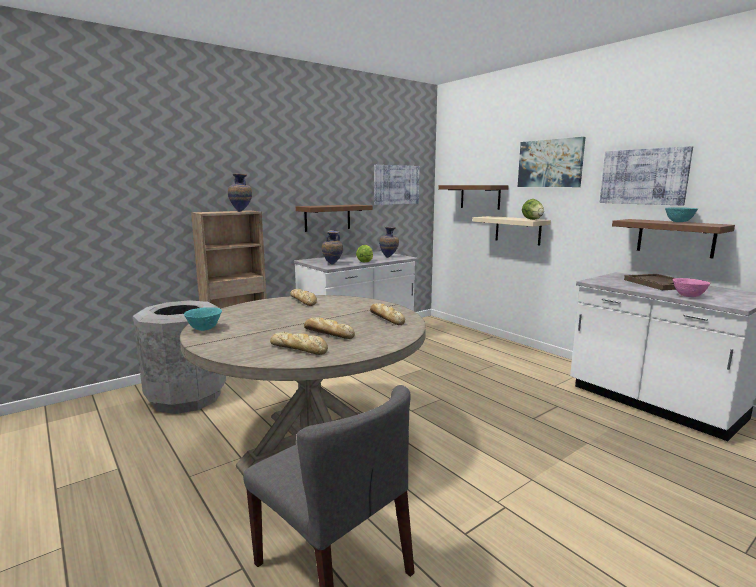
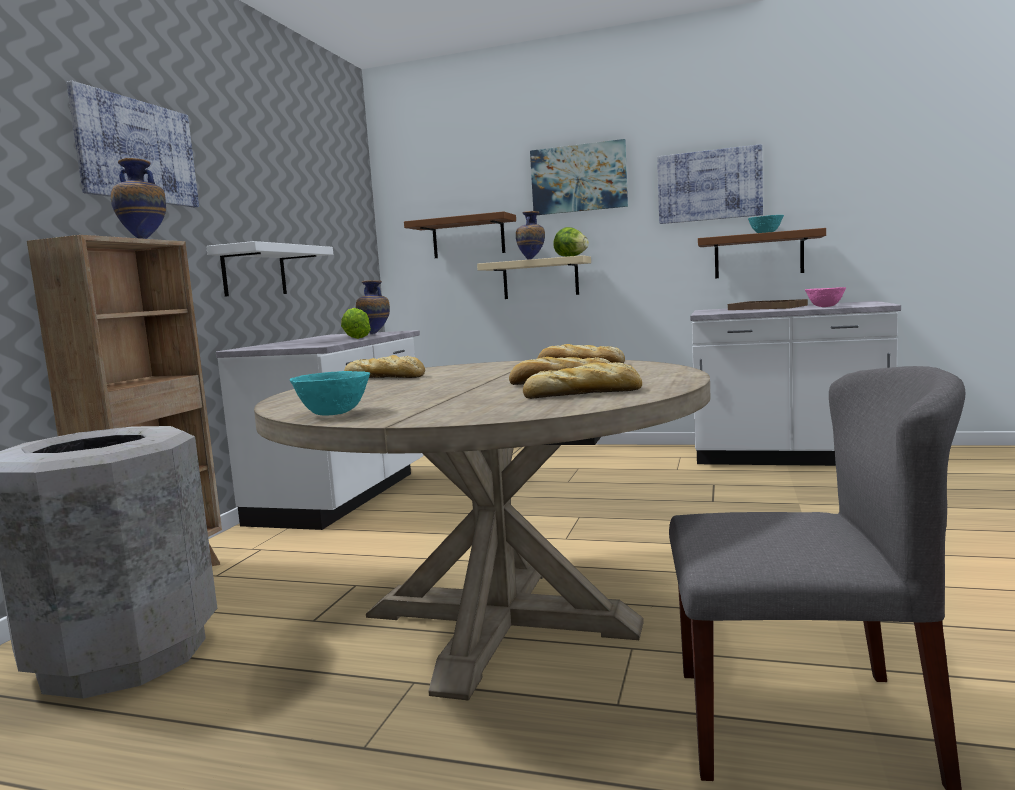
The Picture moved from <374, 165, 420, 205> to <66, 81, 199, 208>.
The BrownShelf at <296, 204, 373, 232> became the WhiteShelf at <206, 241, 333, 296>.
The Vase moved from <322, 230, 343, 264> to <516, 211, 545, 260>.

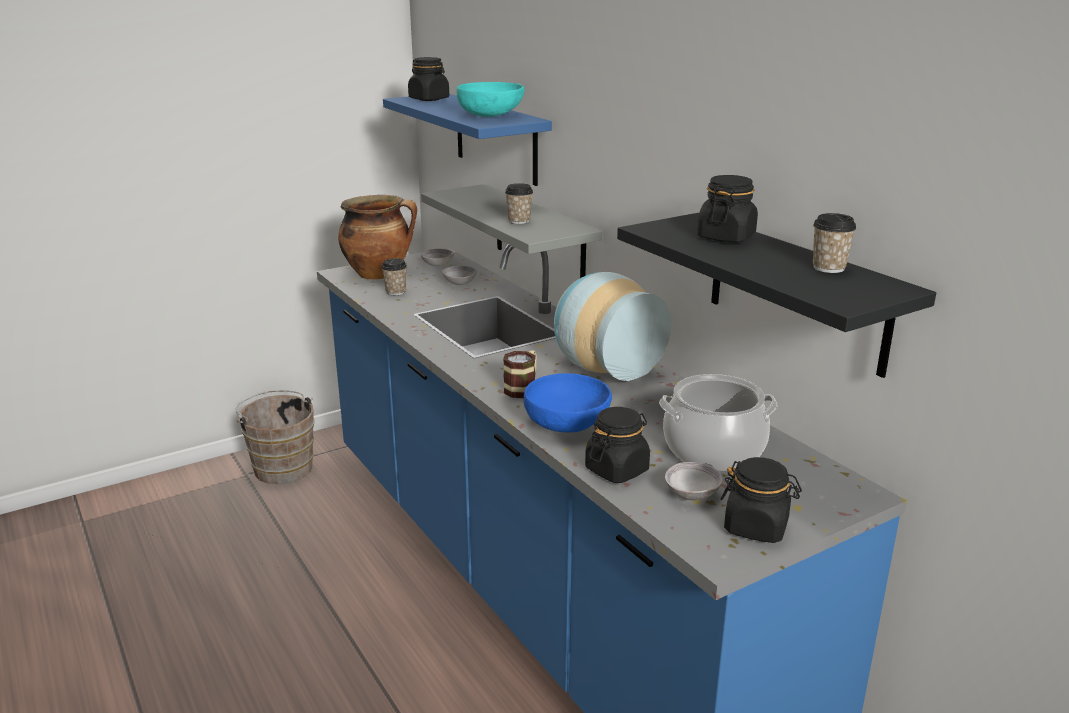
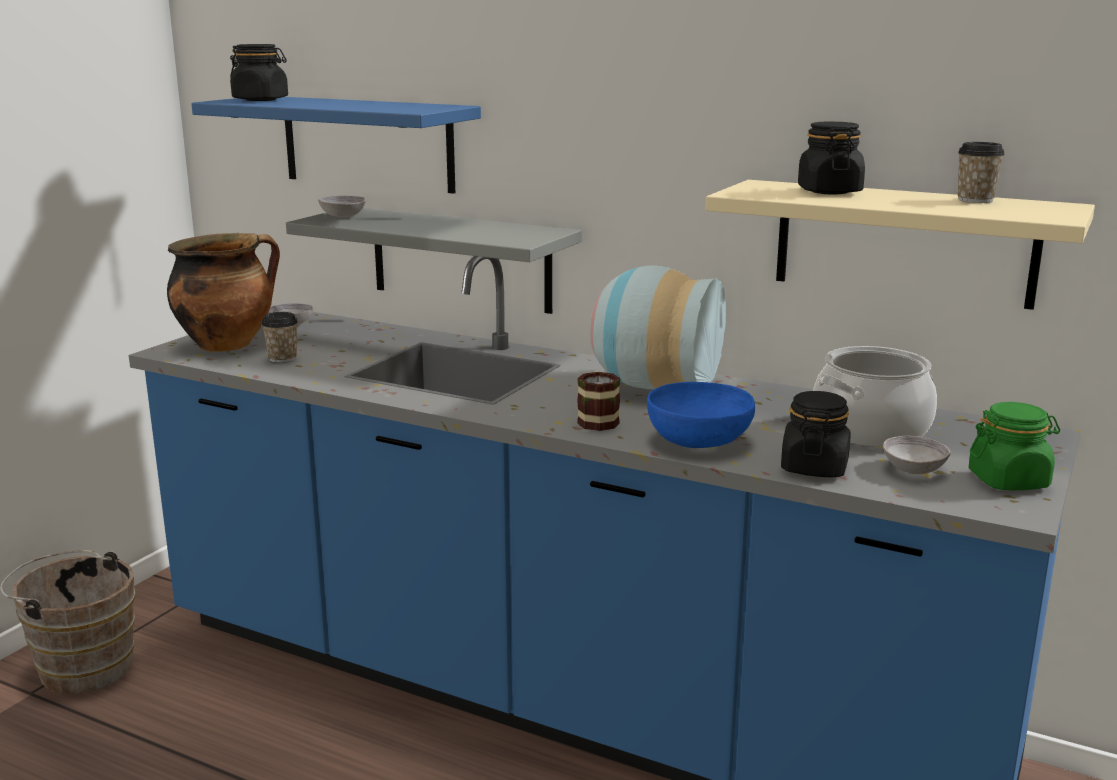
The GreyBowl moved from <442, 266, 477, 285> to <318, 196, 366, 217>.
The BlackShelf at <617, 213, 936, 378> became the BeigeShelf at <706, 180, 1095, 310>.
The BlackJar at <720, 457, 802, 543> became the GreenJar at <969, 402, 1060, 490>.
The TurquoiseBowl at <456, 82, 525, 117> disappeared.
The Cup at <505, 183, 533, 224> disappeared.

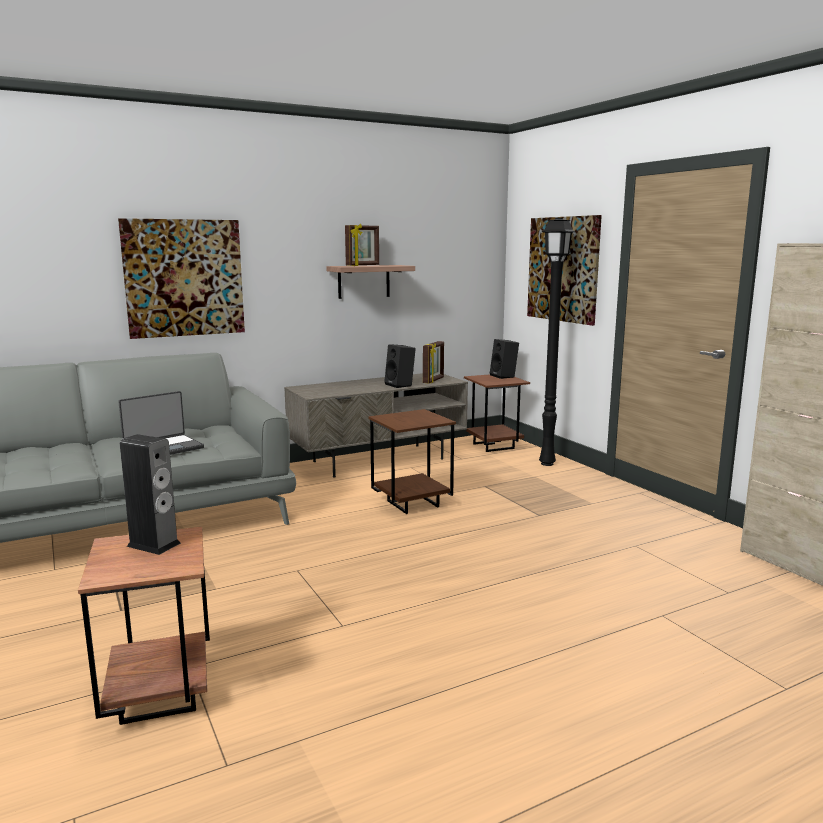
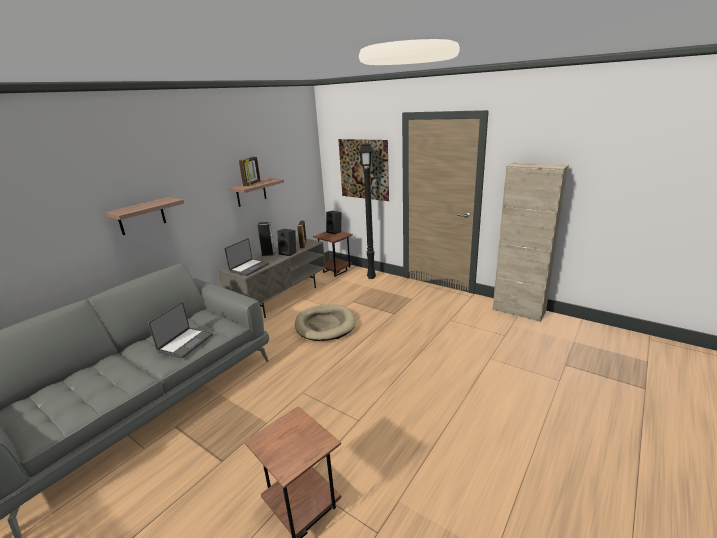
The Picture at <118, 218, 245, 339> was replaced by the Shelf at <105, 197, 184, 235>.
The Laptop at <225, 238, 269, 276> appeared.
The Speaker moved from <120, 434, 181, 555> to <257, 222, 275, 256>.
The BrownSideTable at <368, 409, 456, 514> was replaced by the BeigeDogBed at <295, 304, 356, 341>.

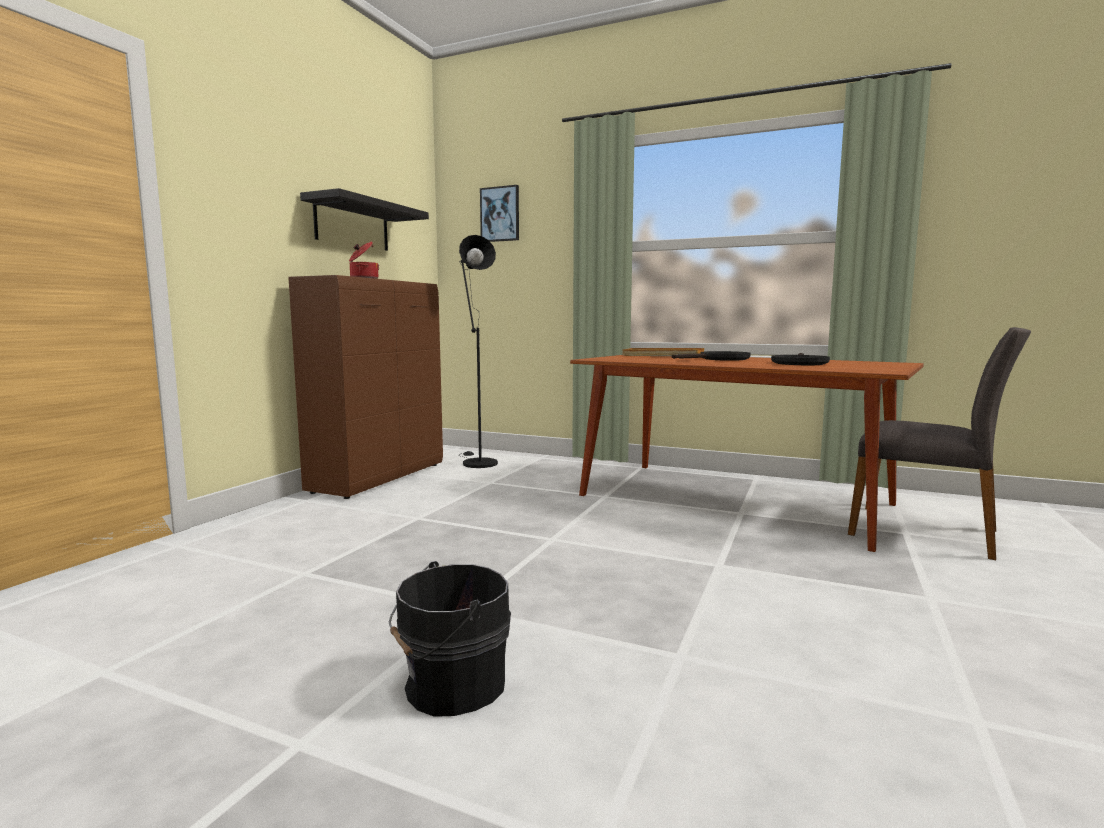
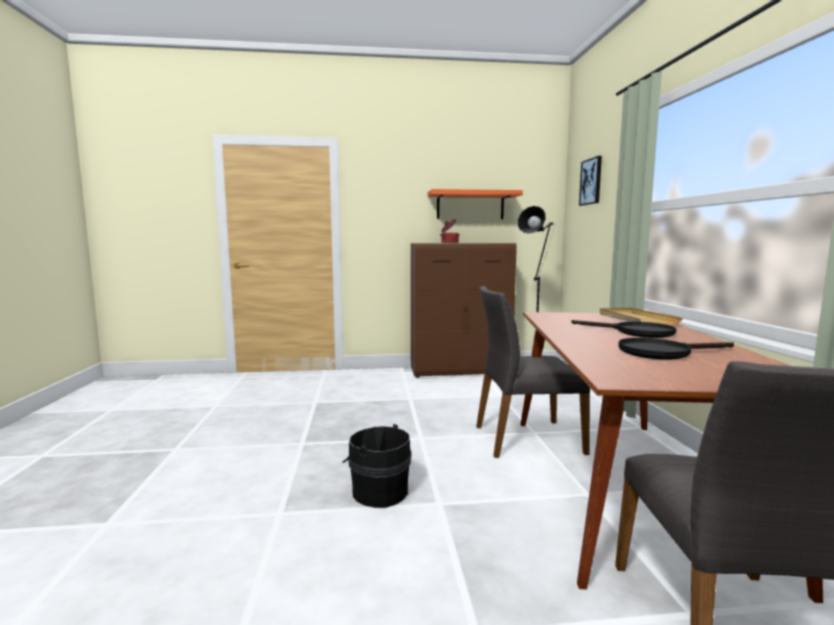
The BlackBucket moved from <389, 561, 511, 717> to <342, 424, 411, 508>.
The BlackShelf at <300, 188, 429, 251> became the OrangeShelf at <428, 189, 523, 219>.
The GreyChair at <476, 286, 590, 458> appeared.

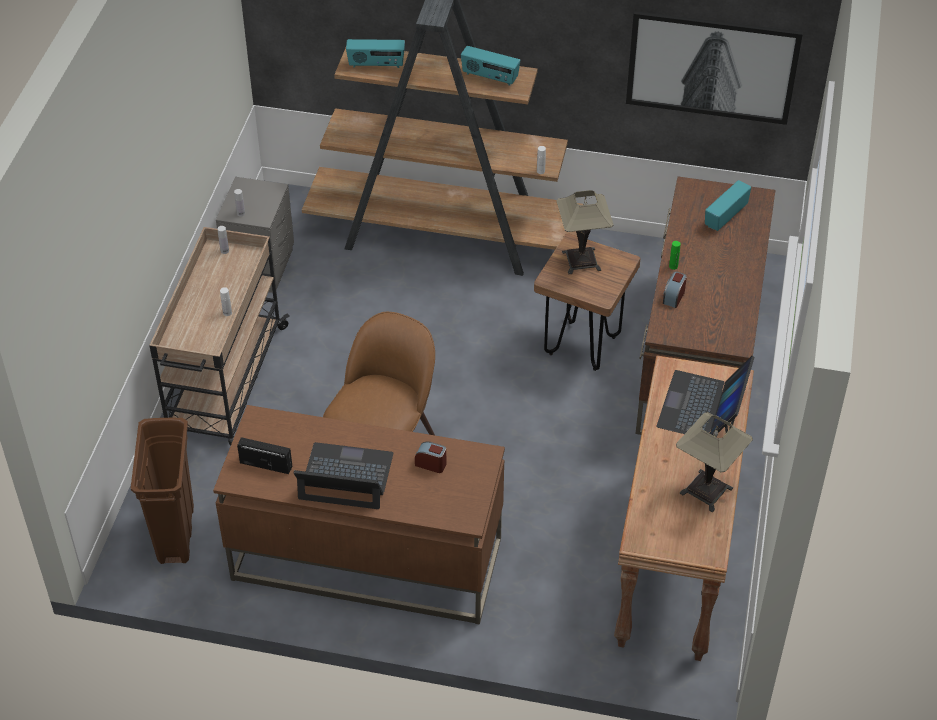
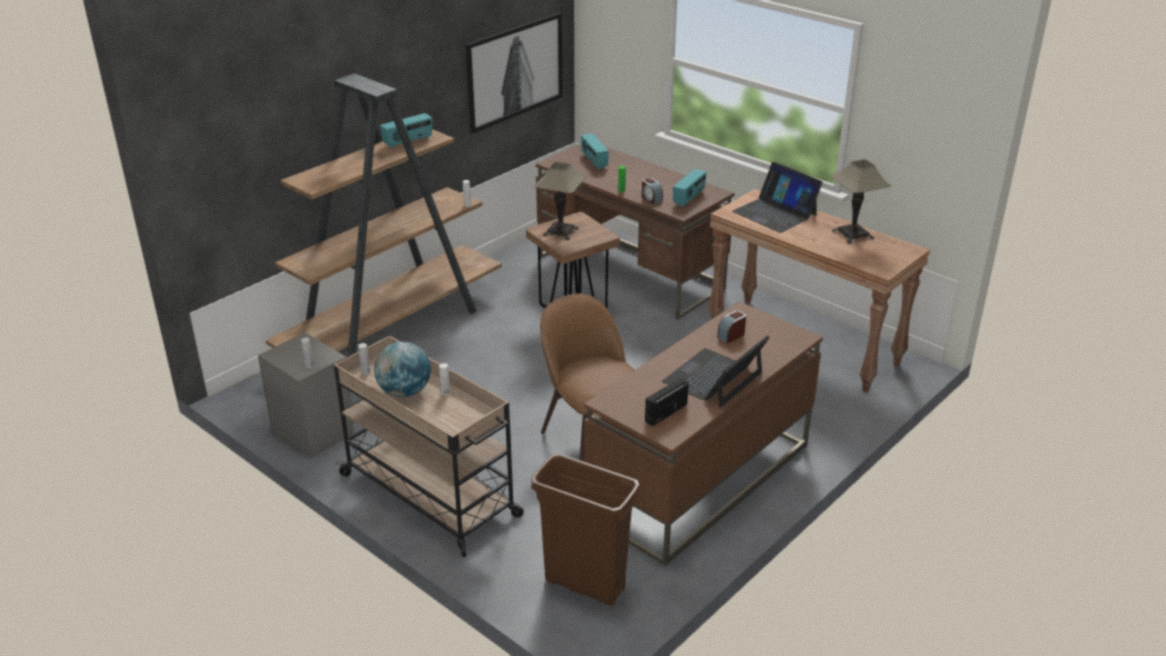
The Globe at <374, 342, 431, 398> appeared.
The Radio moved from <346, 39, 405, 68> to <673, 169, 707, 207>.

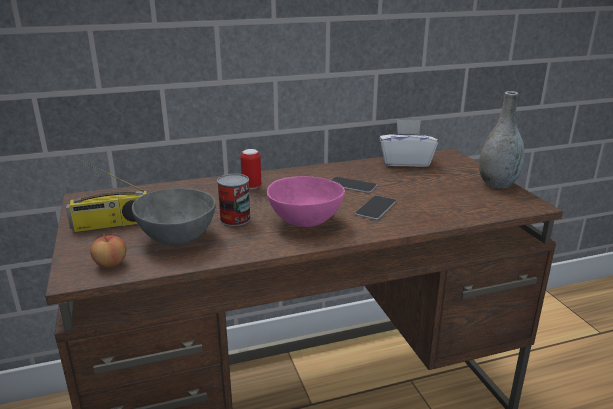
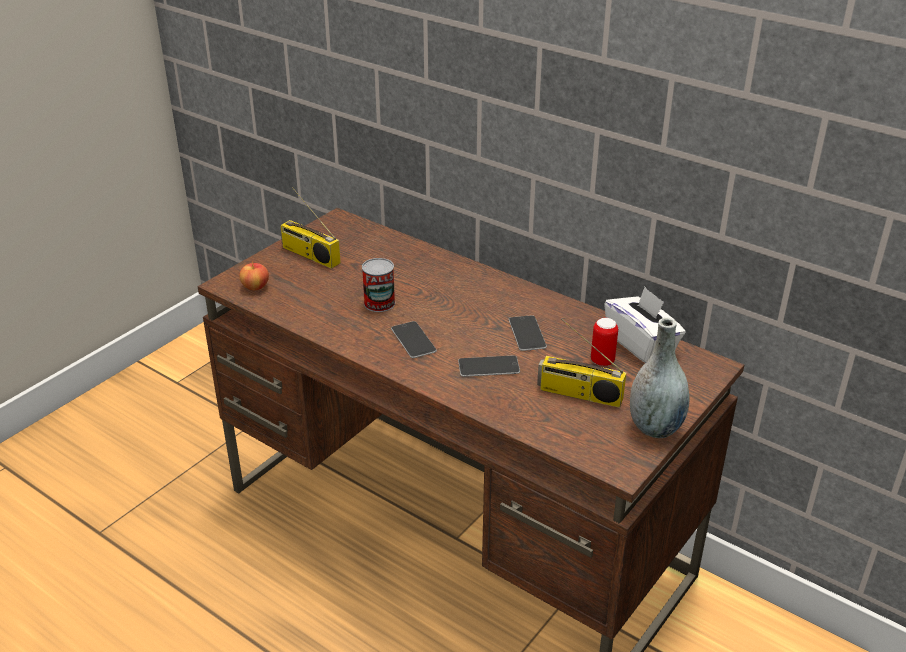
The PinkBowl at <267, 176, 345, 227> was replaced by the Phone at <391, 321, 437, 358>.
The Radio at <537, 318, 626, 408> appeared.
The Can moved from <240, 149, 261, 189> to <591, 318, 618, 366>.
The GreyBowl at <132, 188, 216, 246> disappeared.

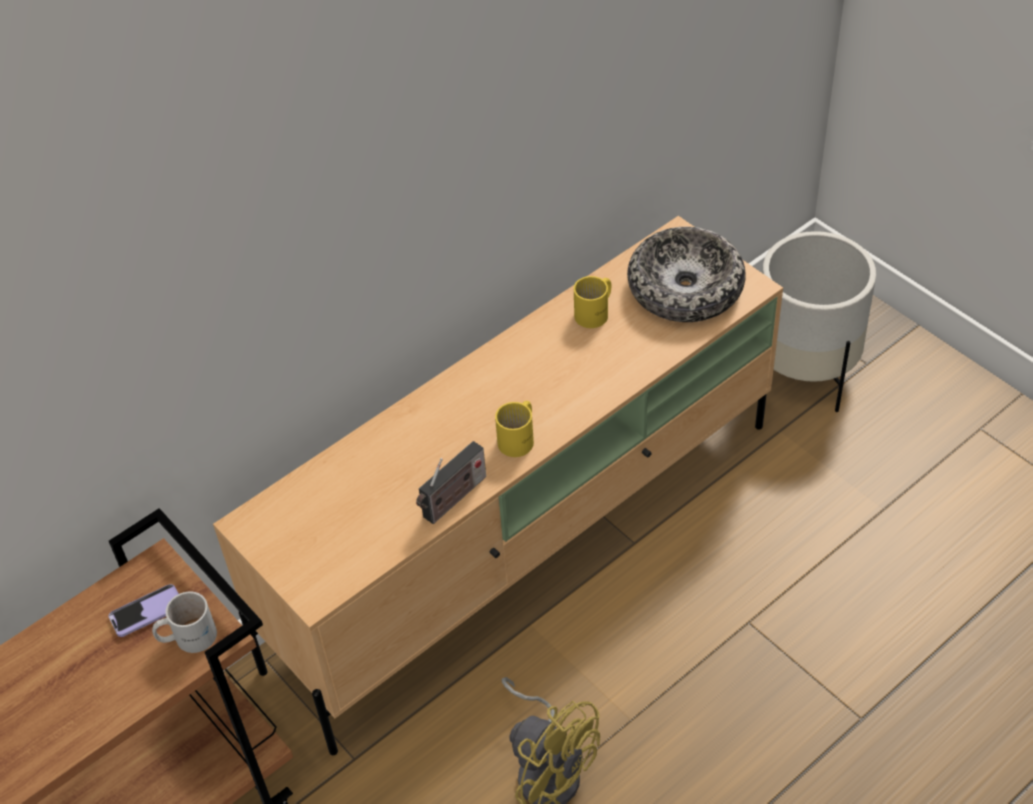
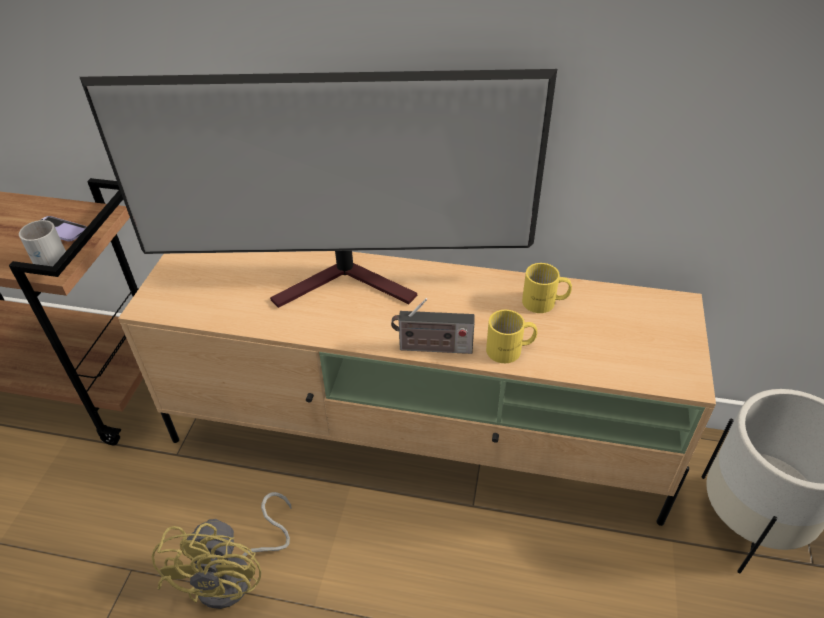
The Television at <80, 69, 557, 308> appeared.
The Radio moved from <416, 441, 486, 524> to <391, 298, 475, 354>.
The YellowMug moved from <495, 401, 534, 457> to <486, 310, 537, 363>.
The Bowl at <627, 227, 746, 322> disappeared.

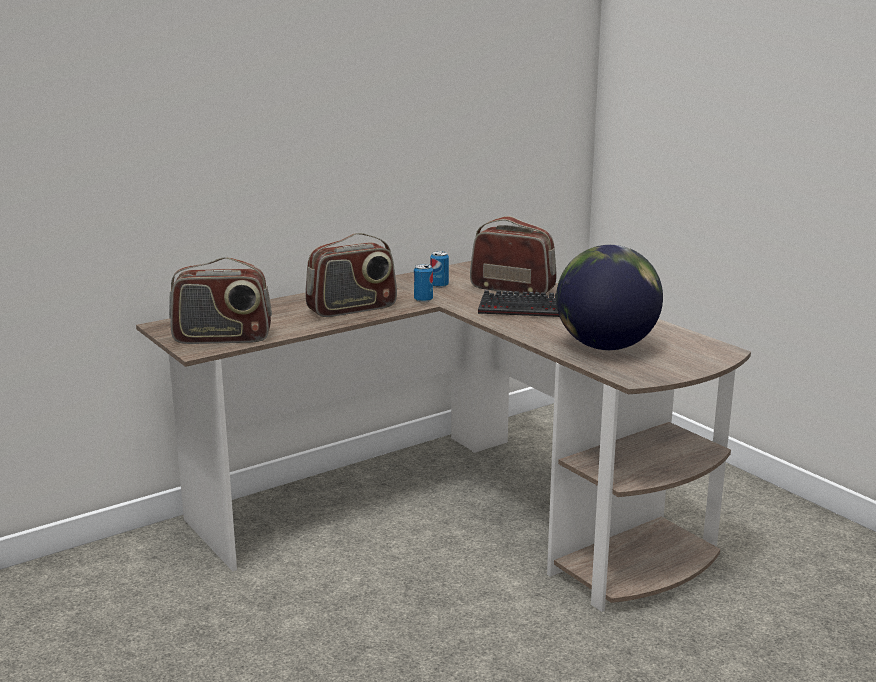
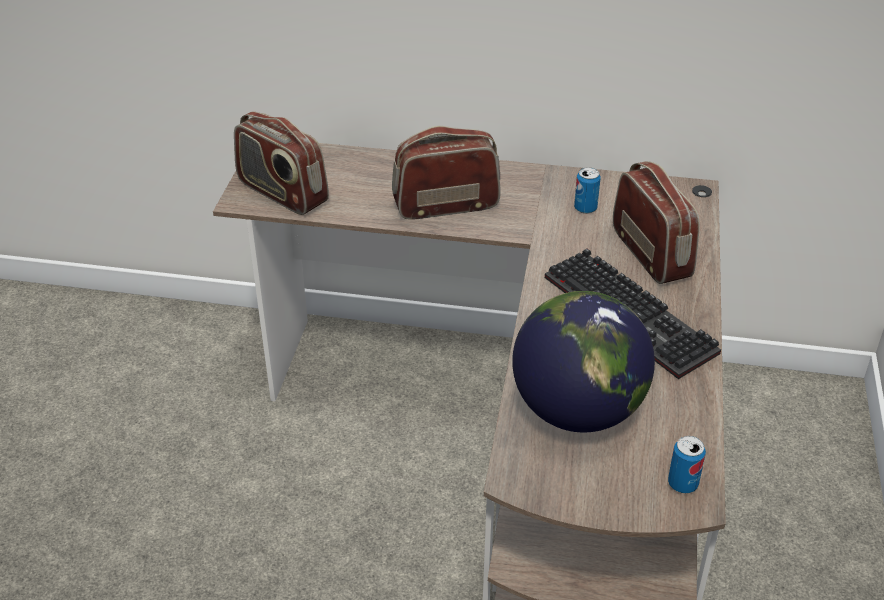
The Radio at <305, 233, 397, 317> turned 150 degrees clockwise.
The Can moved from <414, 264, 433, 302> to <668, 436, 706, 493>.

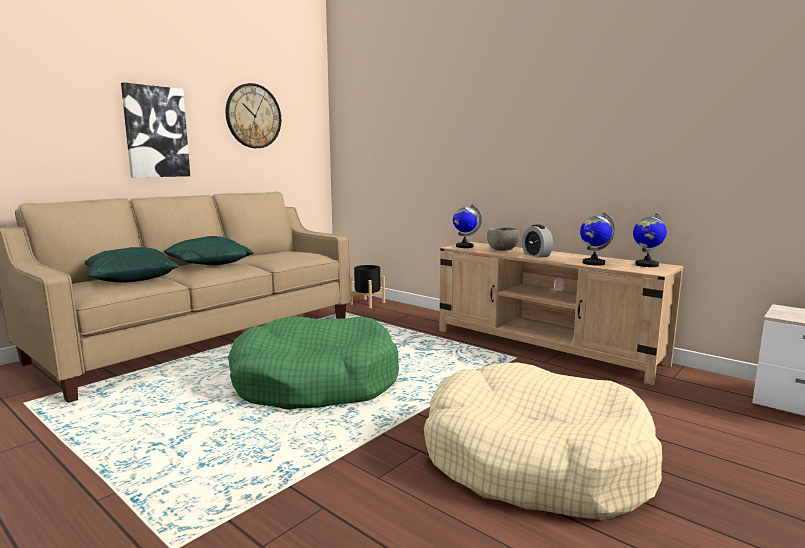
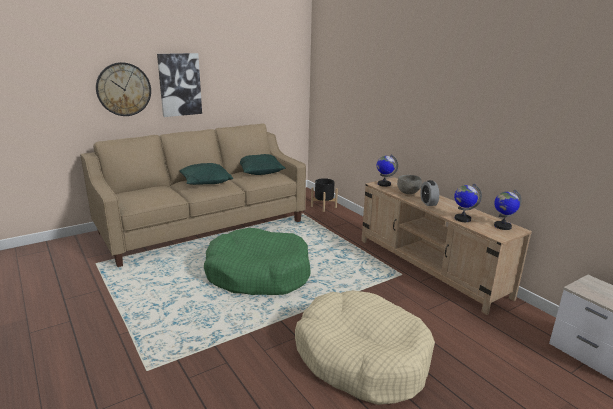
The WallClock moved from <225, 83, 281, 148> to <96, 62, 151, 116>.
The GreenPillow moved from <85, 247, 179, 283> to <240, 154, 285, 175>.

